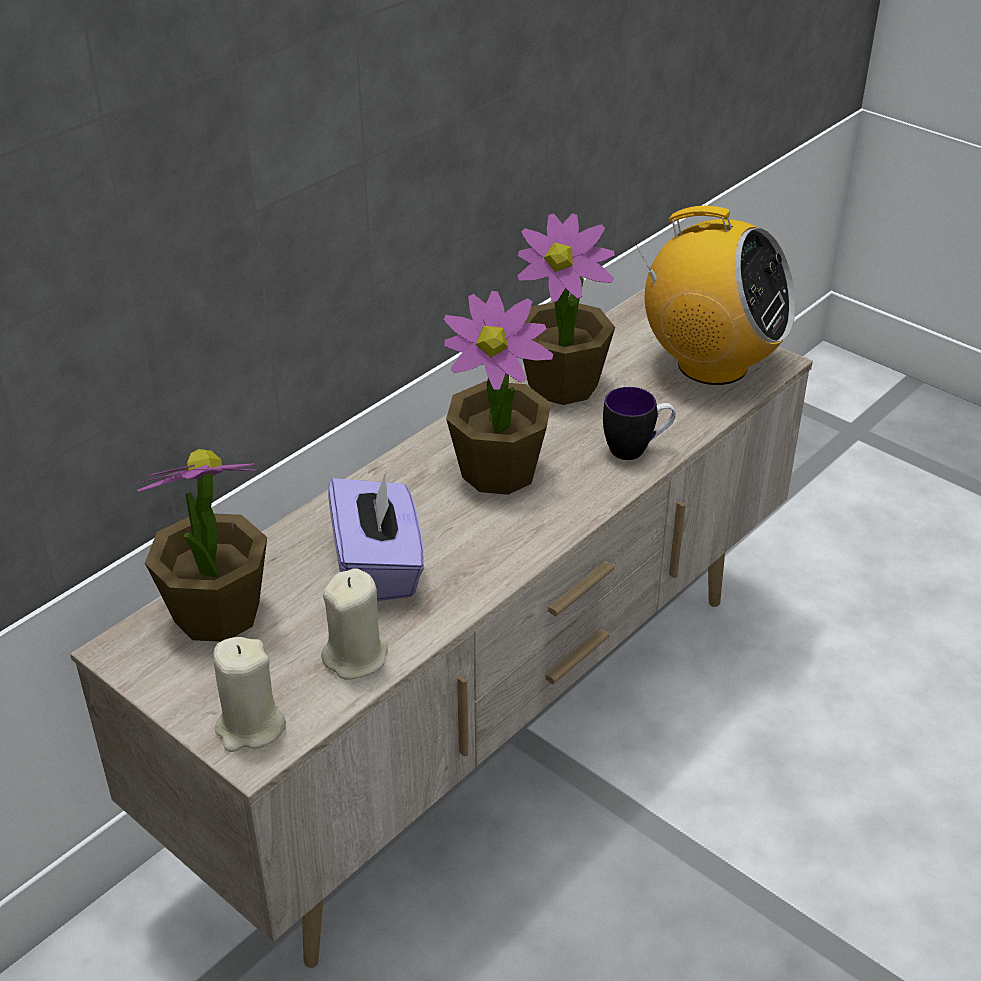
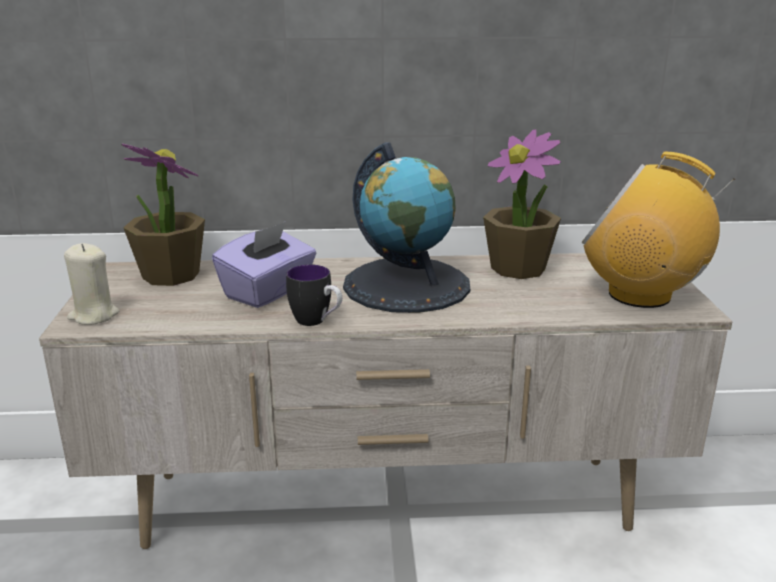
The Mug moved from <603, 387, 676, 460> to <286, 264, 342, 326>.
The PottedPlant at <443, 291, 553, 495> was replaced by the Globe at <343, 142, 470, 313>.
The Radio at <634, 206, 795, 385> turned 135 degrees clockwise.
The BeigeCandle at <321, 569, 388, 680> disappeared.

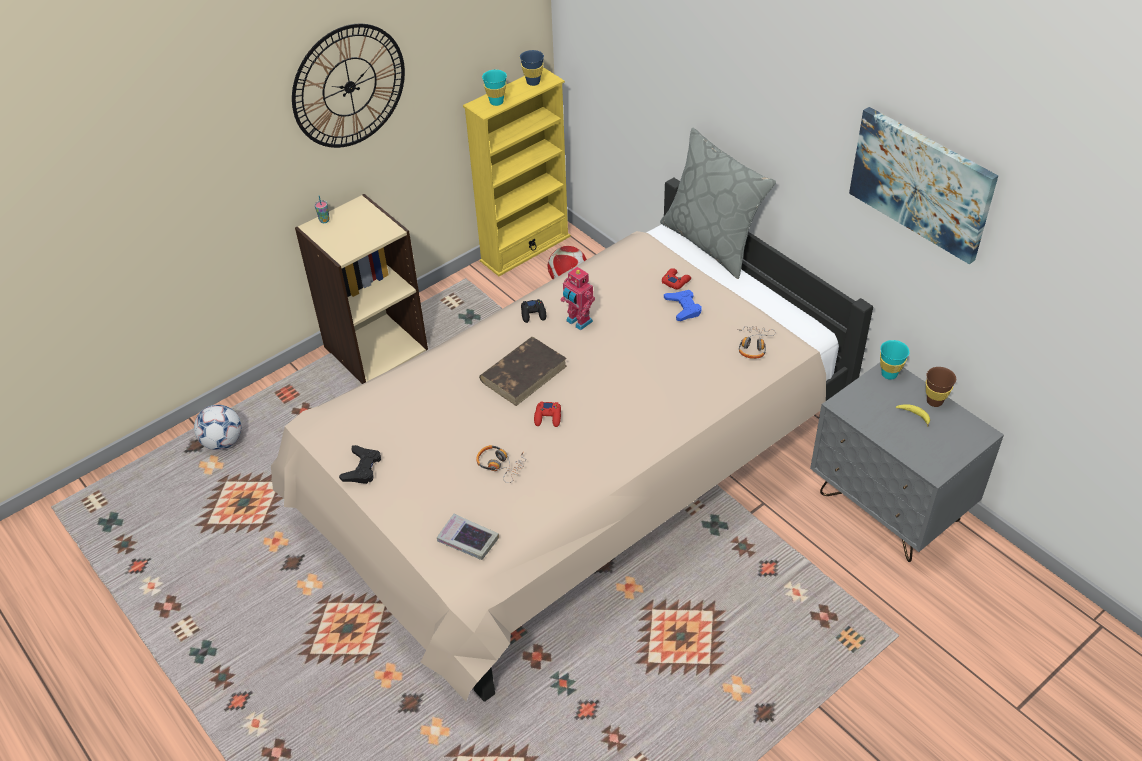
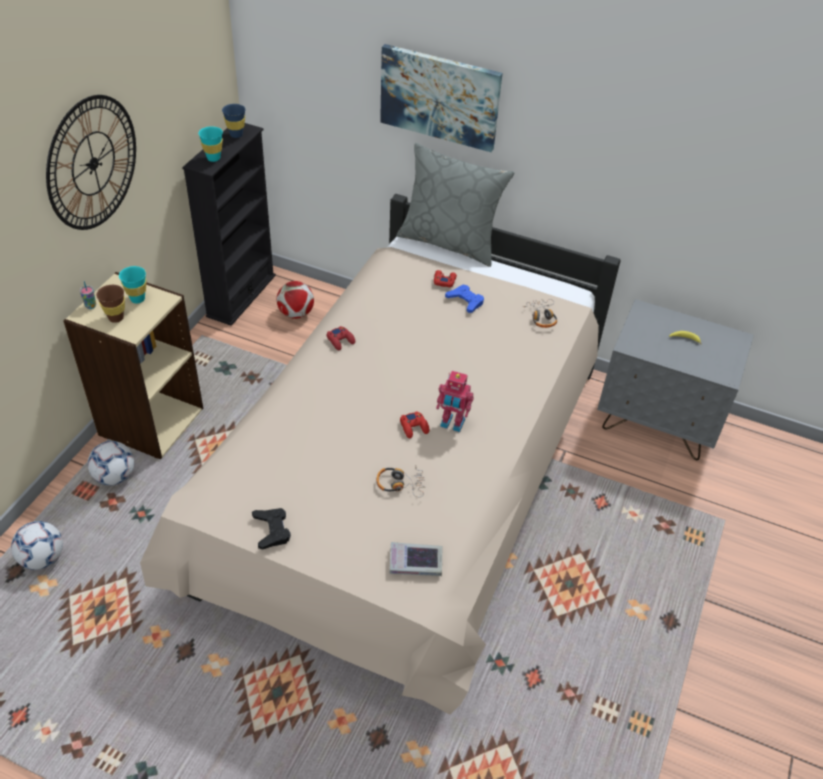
The Football at <87, 441, 134, 486> appeared.
The BrownCup moved from <926, 367, 956, 407> to <96, 285, 125, 323>.
The TurquoiseCup moved from <880, 340, 910, 380> to <119, 266, 146, 303>.
The YellowBookcase at <463, 67, 571, 276> became the BlackBookcase at <182, 123, 276, 326>.
The BlackGameController at <521, 299, 546, 323> became the RedGameController at <327, 326, 355, 350>.
The Picture moved from <849, 107, 998, 264> to <380, 44, 503, 152>.
The ToyRobot moved from <561, 267, 595, 331> to <436, 371, 474, 432>.
The BrownBook at <479, 337, 567, 406> disappeared.

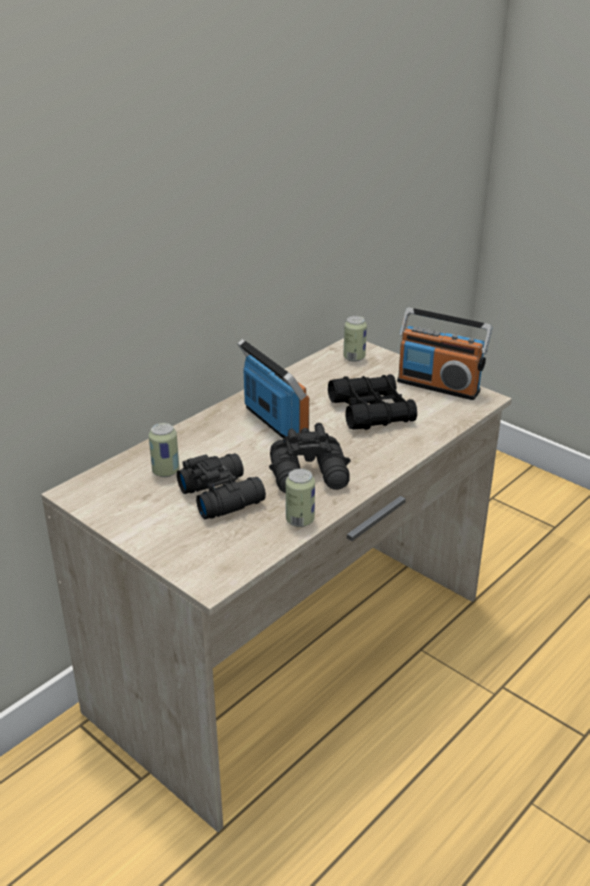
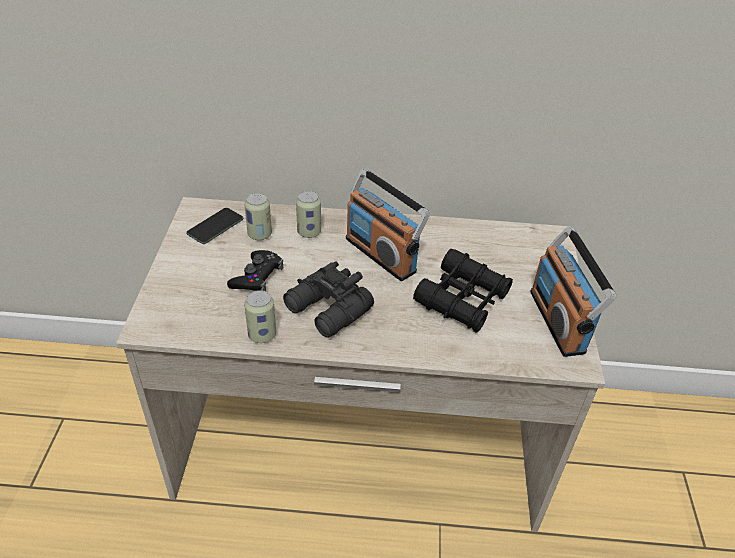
The Phone at <186, 208, 243, 244> appeared.
The BlackBinoculars at <177, 453, 266, 519> was replaced by the BlackGameController at <227, 250, 283, 291>.
The Can moved from <343, 316, 367, 362> to <296, 191, 321, 238>.
The Radio at <237, 339, 309, 439> turned 120 degrees clockwise.

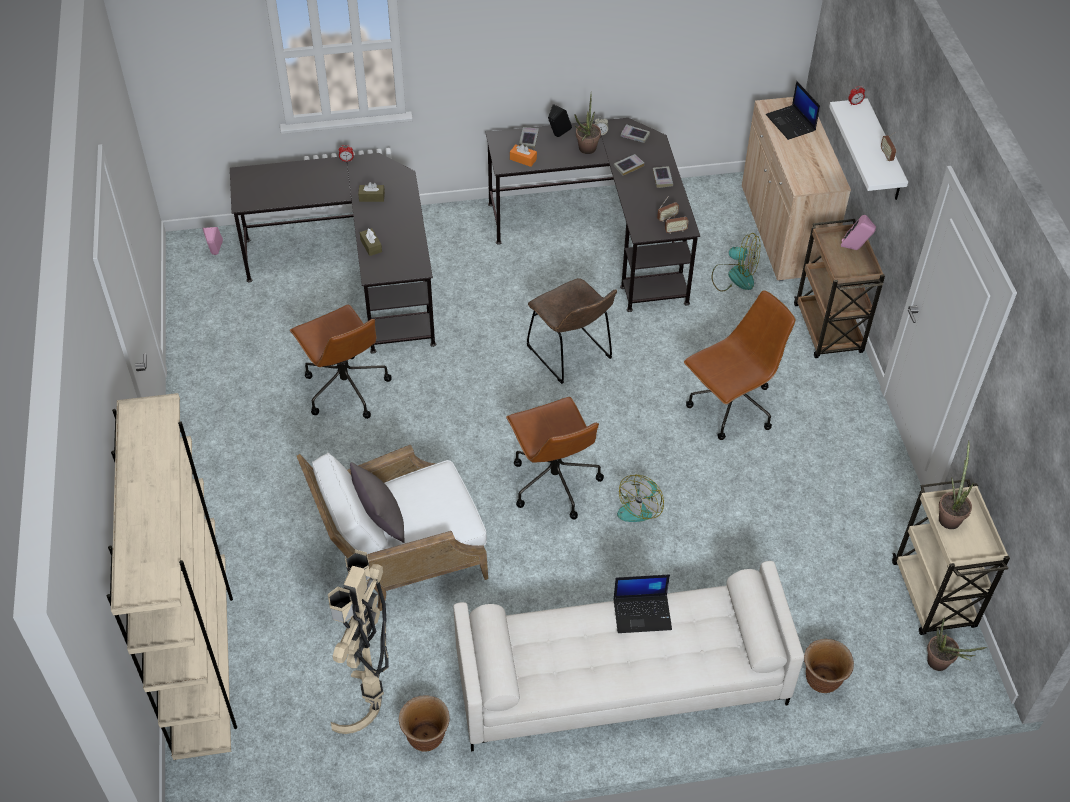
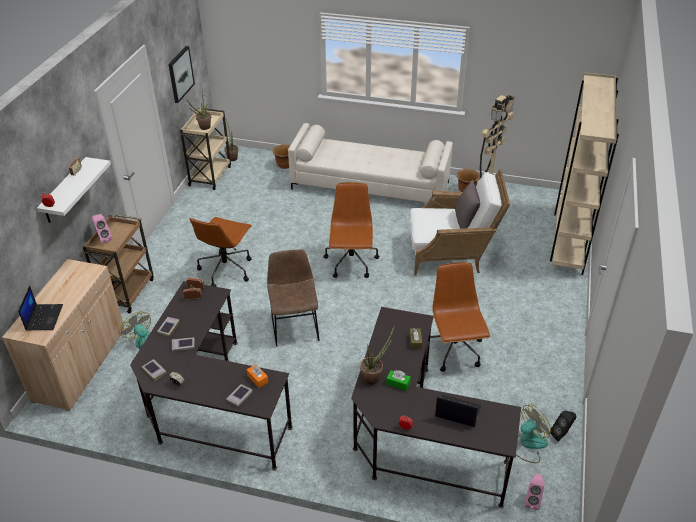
The Picture at <168, 46, 195, 103> appeared.
The BrownOfficeChair at <684, 290, 796, 440> turned 60 degrees counterclockwise.
The PottedPlant moved from <575, 94, 601, 154> to <360, 325, 395, 384>.
The BrownTissueBox at <358, 182, 385, 202> became the GreenTissueBox at <386, 370, 411, 391>.
The Laptop moved from <614, 574, 672, 633> to <435, 395, 481, 427>.
The Fan moved from <617, 475, 664, 522> to <516, 405, 551, 463>.
The BlackSpeaker moved from <548, 104, 572, 137> to <550, 411, 577, 441>.

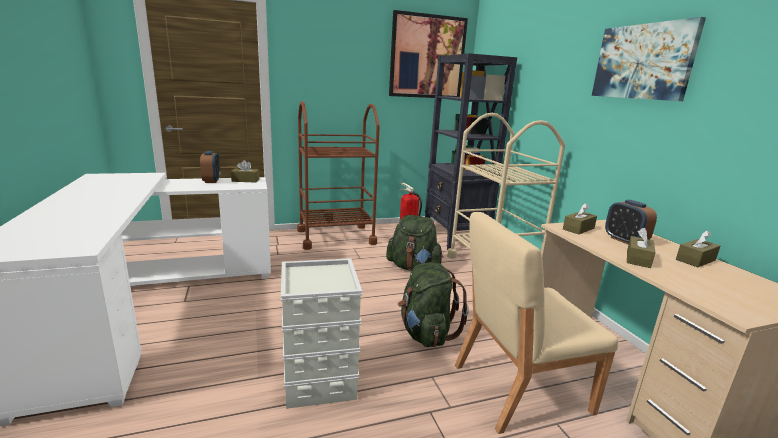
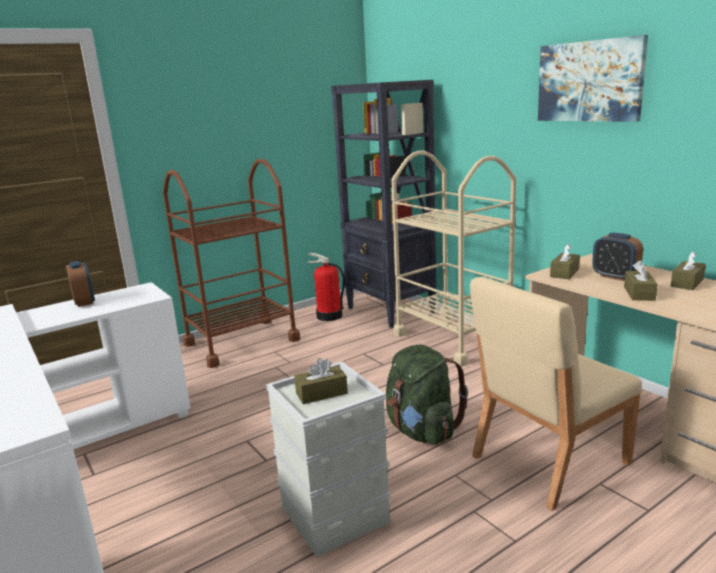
The BrownTissueBox moved from <231, 160, 260, 183> to <294, 358, 348, 404>.
The GreenBackpack at <386, 215, 443, 271> disappeared.
The Picture at <389, 10, 468, 98> disappeared.

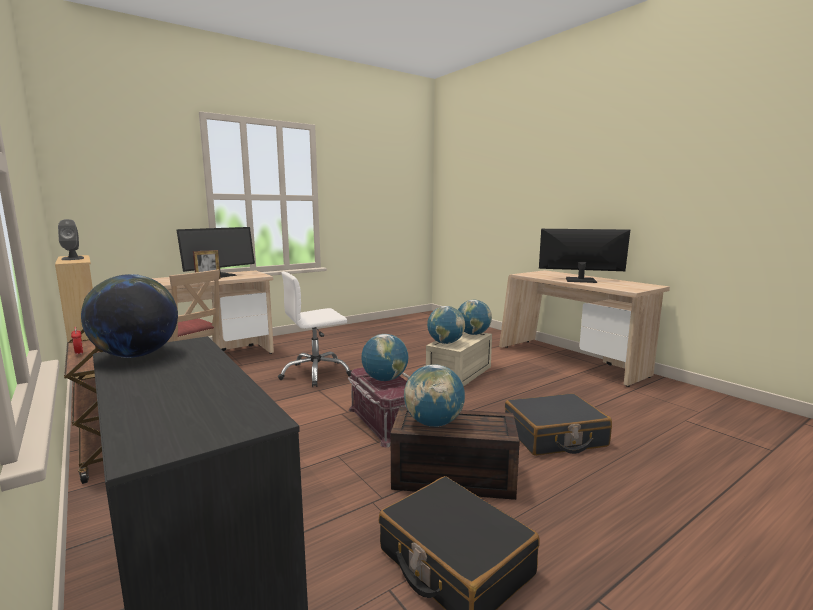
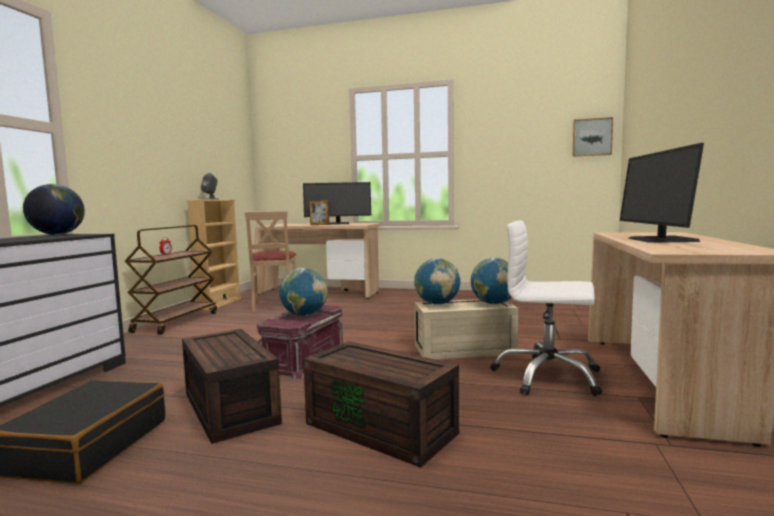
The BlackSuitcase at <505, 393, 612, 456> was replaced by the BrownStorageBox at <303, 341, 459, 468>.
The WhiteOfficeChair moved from <278, 272, 351, 387> to <490, 221, 602, 396>.
The Picture at <573, 117, 613, 157> appeared.
The Monitor at <539, 229, 630, 283> turned 150 degrees counterclockwise.
The Globe at <404, 364, 465, 427> disappeared.

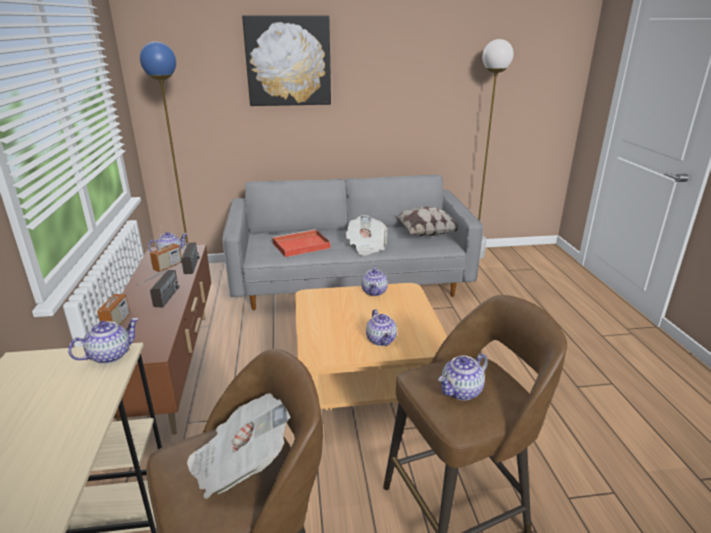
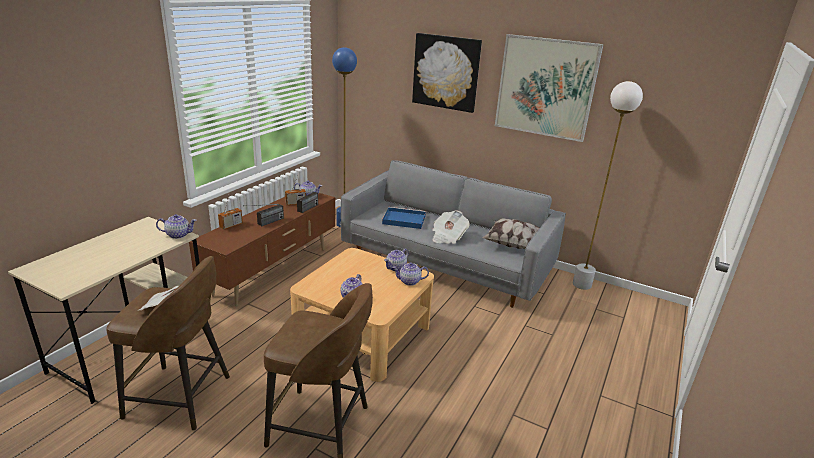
The RedTray at <272, 229, 331, 257> became the BlueTray at <382, 207, 426, 229>.
The Teapot moved from <438, 353, 488, 400> to <392, 262, 429, 286>.
The Picture at <495, 34, 604, 142> appeared.

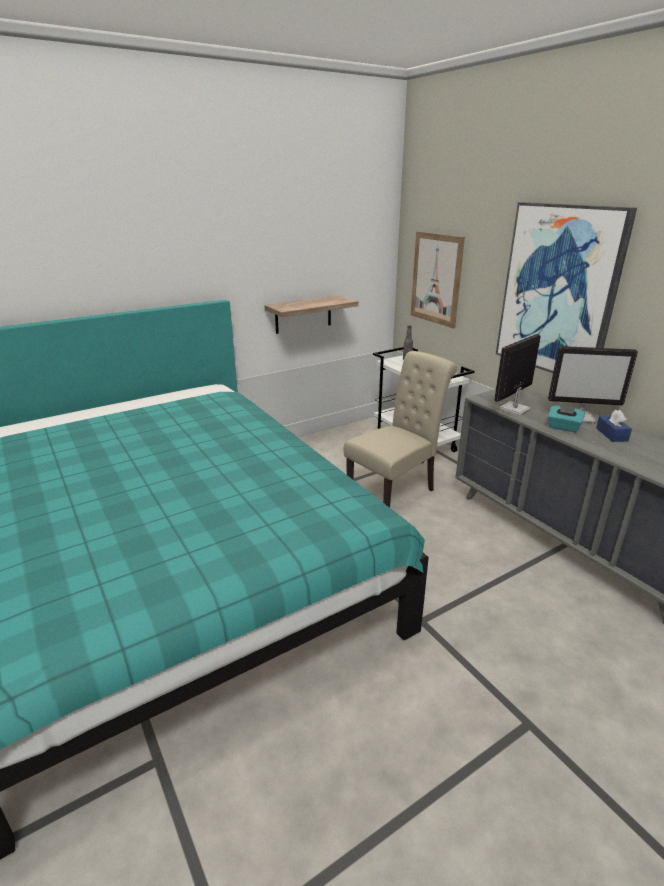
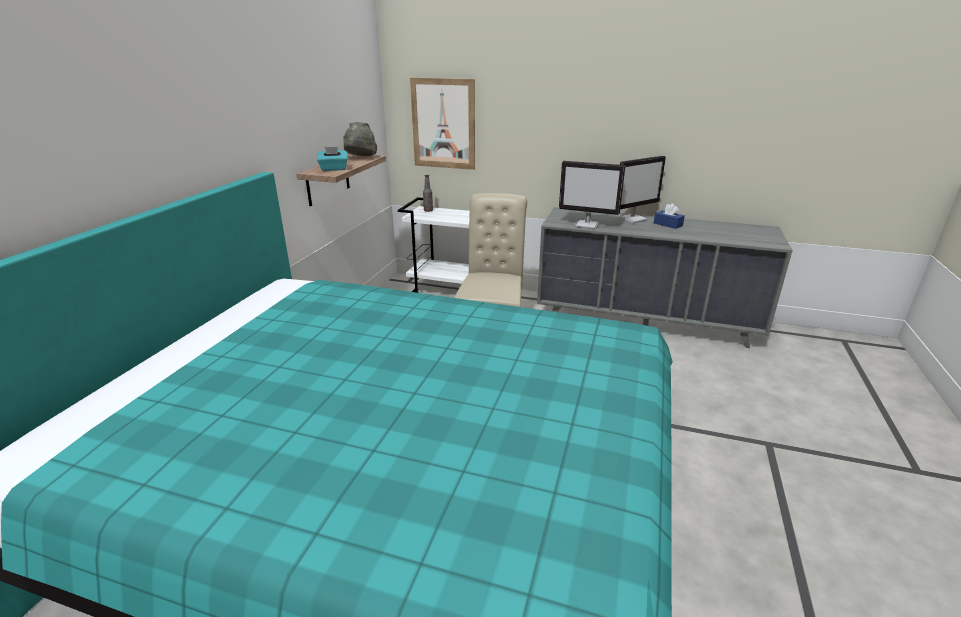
The TurquoiseTissueBox moved from <548, 405, 585, 432> to <317, 147, 348, 171>.
The GreyHat at <343, 122, 377, 156> appeared.
The Monitor at <494, 334, 541, 415> turned 75 degrees counterclockwise.
The Picture at <496, 202, 637, 373> disappeared.

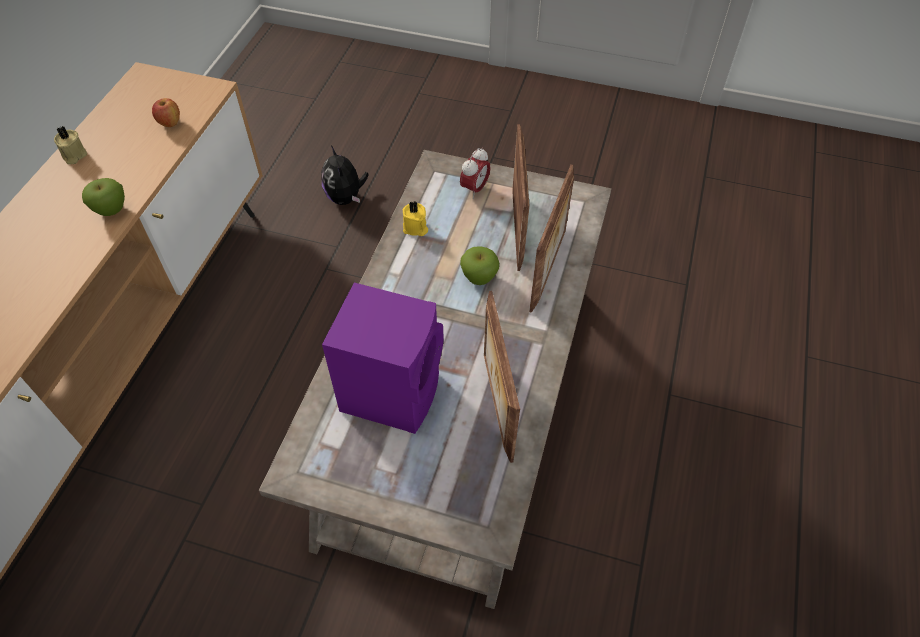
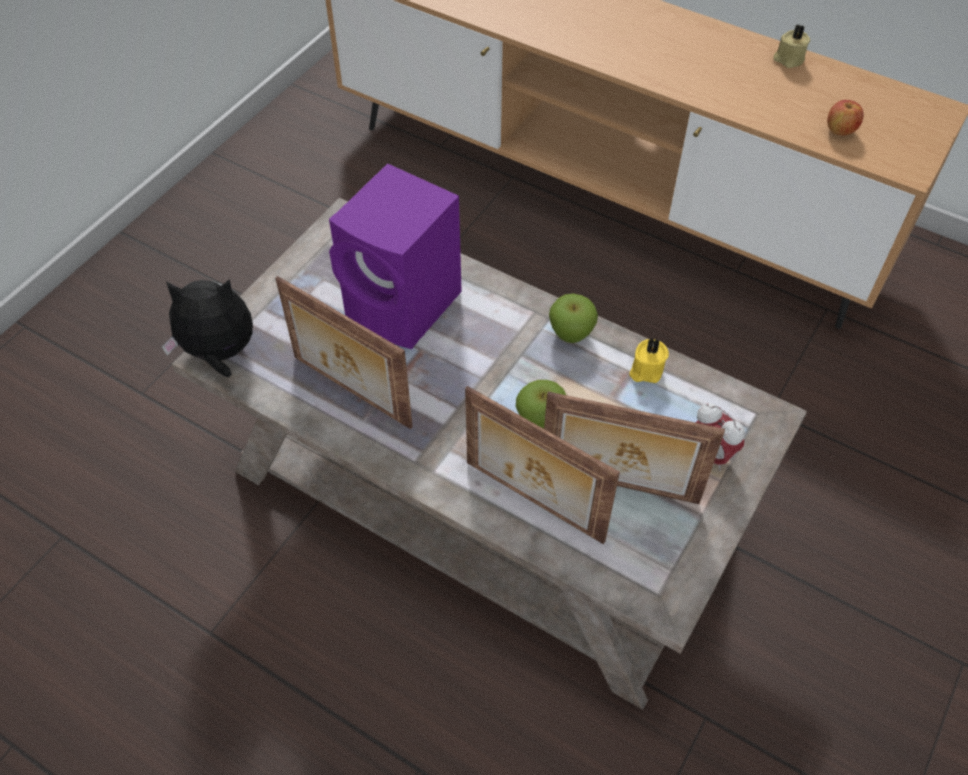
The PlushToy moved from <321, 145, 369, 205> to <161, 279, 253, 377>.
The PictureFrame at <484, 291, 520, 463> turned 150 degrees counterclockwise.
The Apple moved from <82, 178, 125, 216> to <549, 294, 598, 343>.

